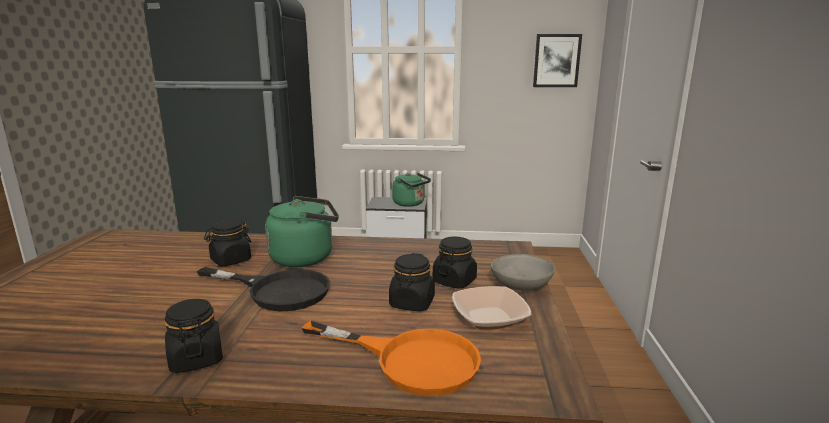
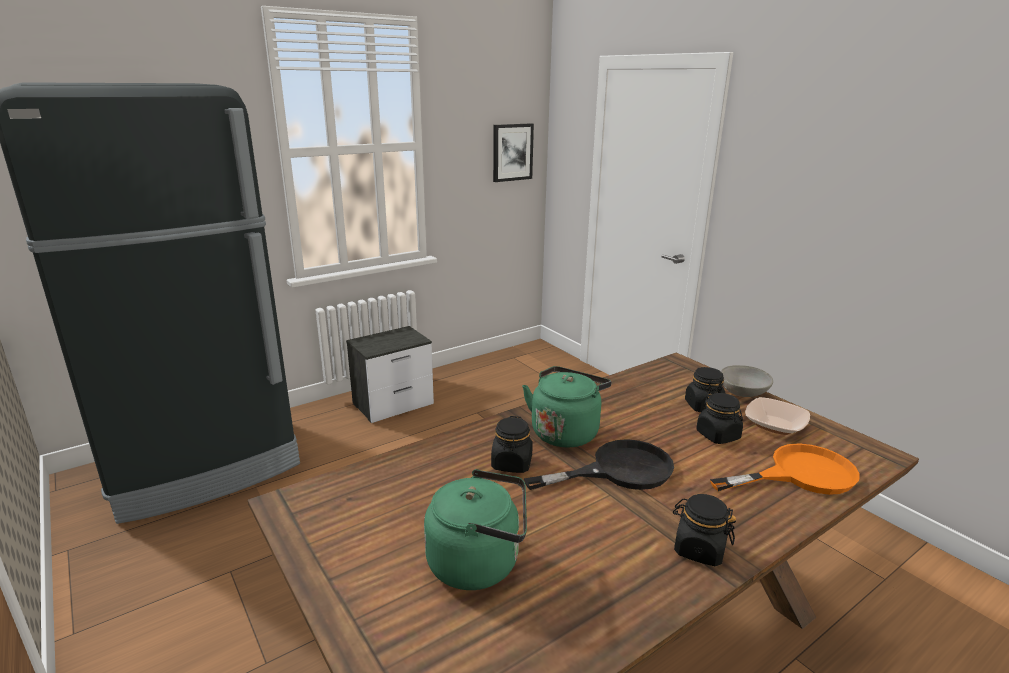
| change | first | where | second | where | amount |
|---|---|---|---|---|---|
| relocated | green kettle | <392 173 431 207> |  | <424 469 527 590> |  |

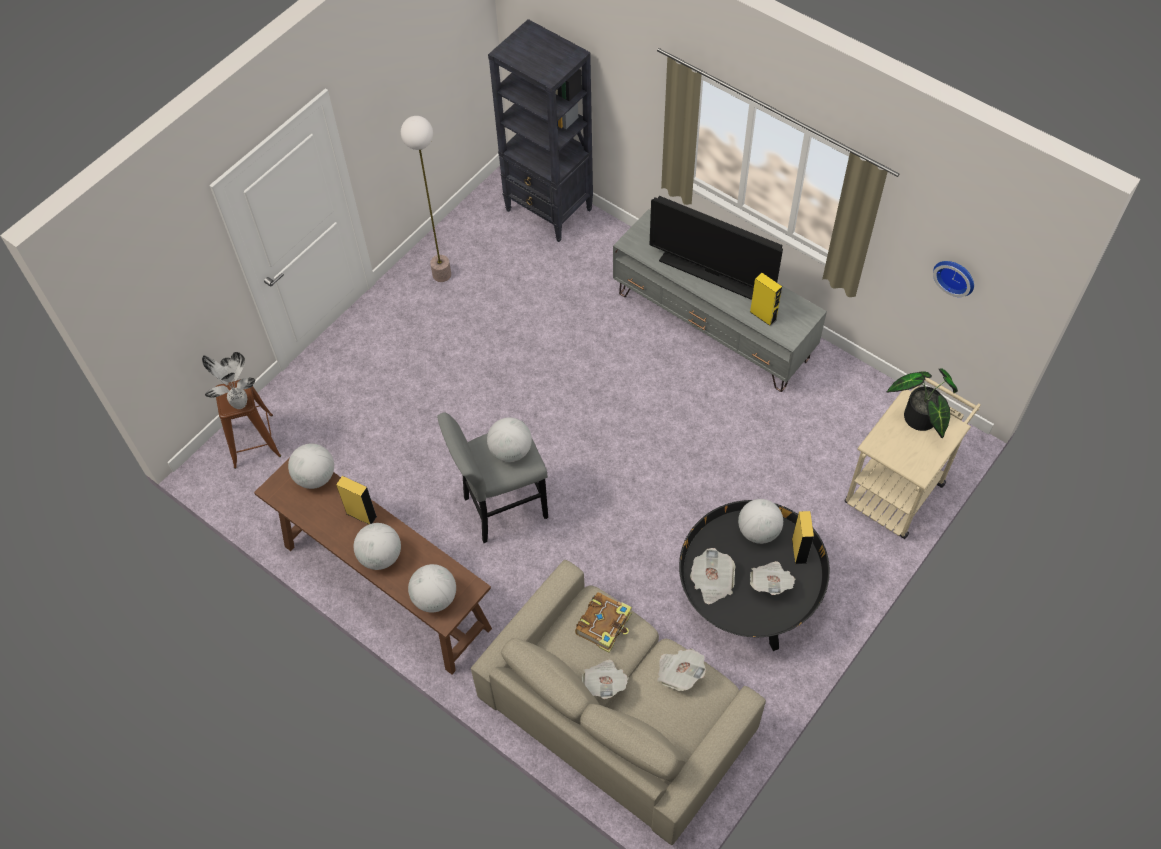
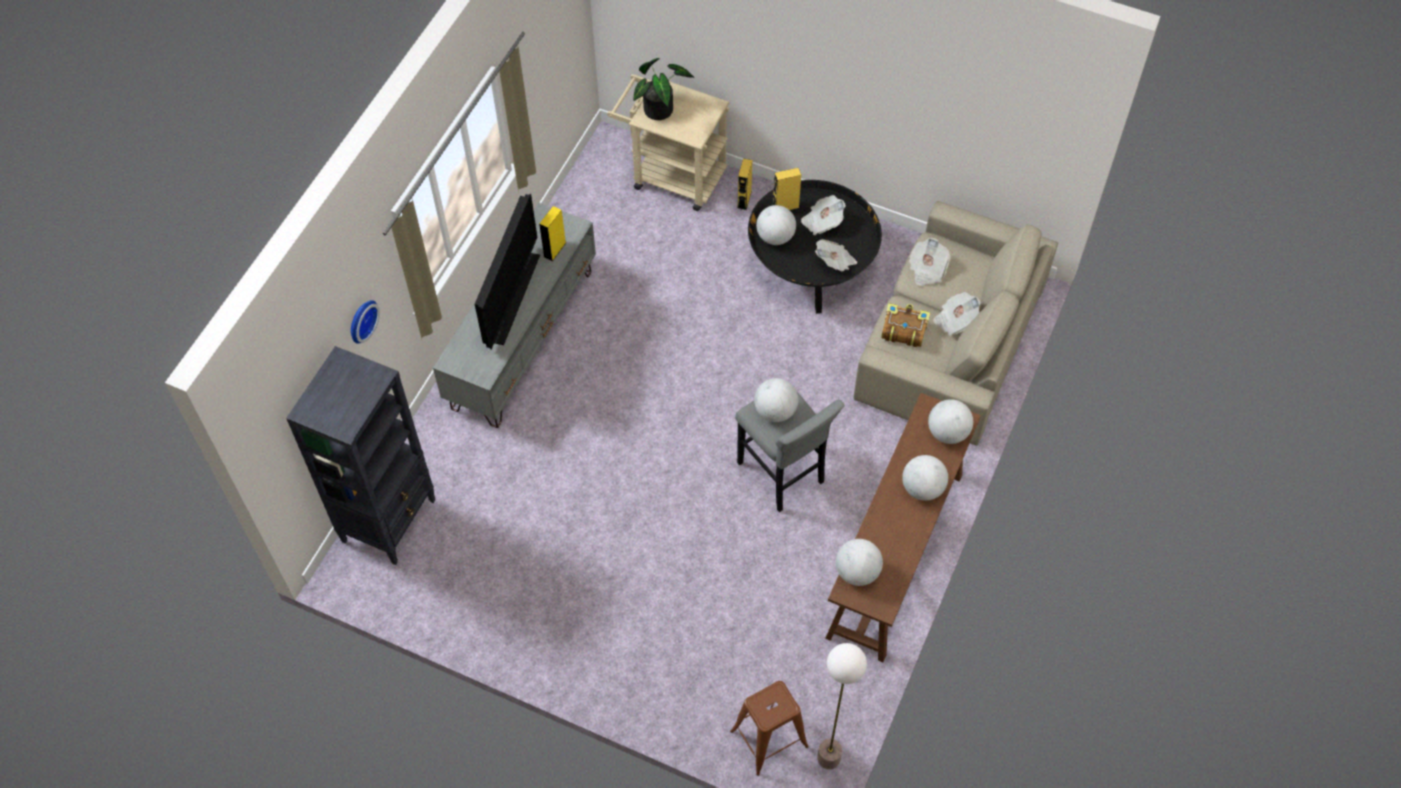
| change | first | where | second | where | amount |
|---|---|---|---|---|---|
| relocated | wall clock | <933 261 974 297> |  | <351 300 380 344> |  |
| relocated | yellow speaker | <336 476 377 524> |  | <737 158 752 210> |  |
| relocated | floor lamp | <401 116 451 282> |  | <817 643 867 769> |  |
| missing | potted plant | <202 352 255 409> |  |  |  |

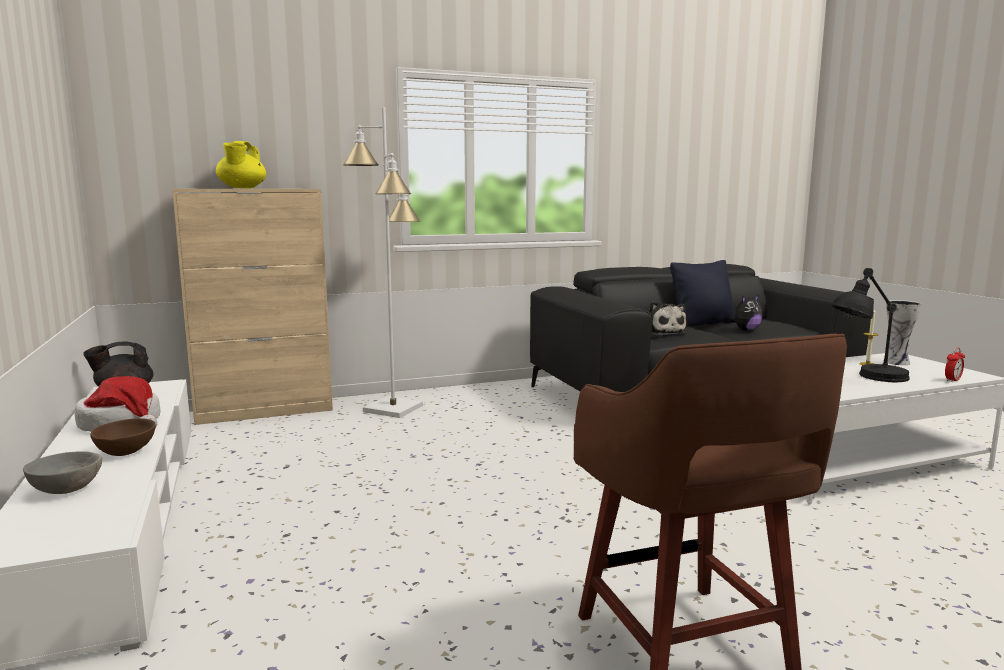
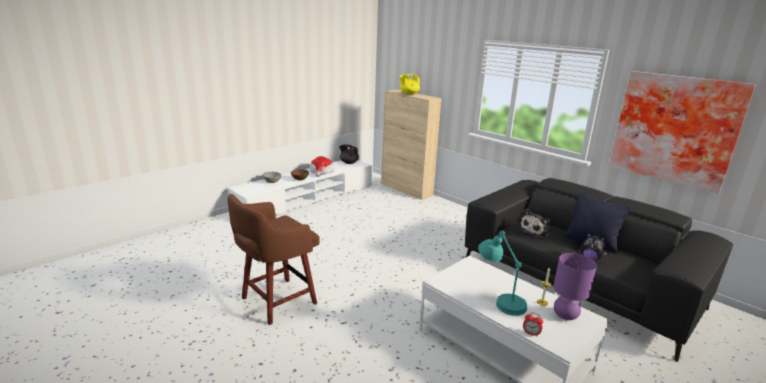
| change | first | where | second | where | amount |
|---|---|---|---|---|---|
| colour | black table lamp | <831 268 910 383> | turquoise table lamp | <478 230 527 316> |  |
| exchanged | vase | <883 300 921 365> | purple table lamp | <553 253 597 320> |  |
| appeared |  |  | picture | <609 71 756 194> |  |
| missing | white floor lamp | <343 107 423 418> |  |  |  |

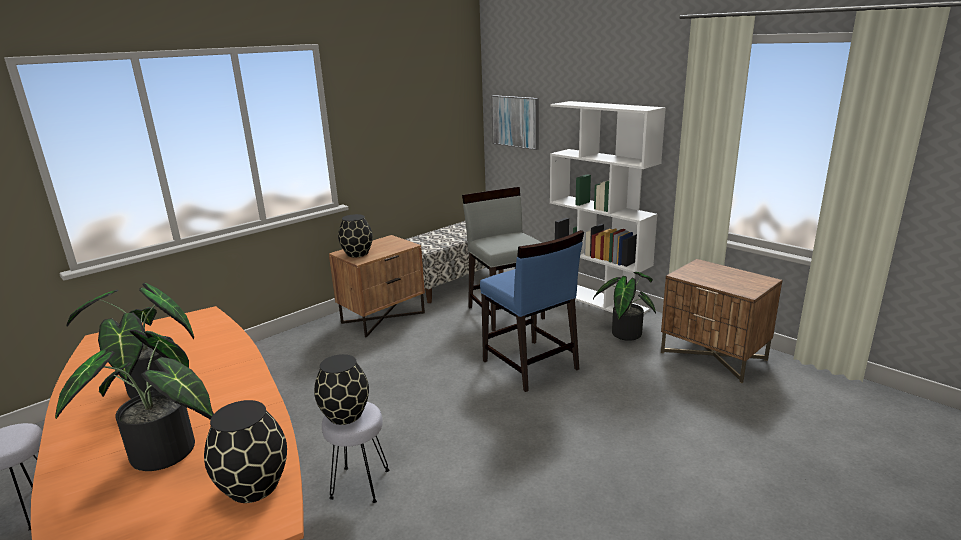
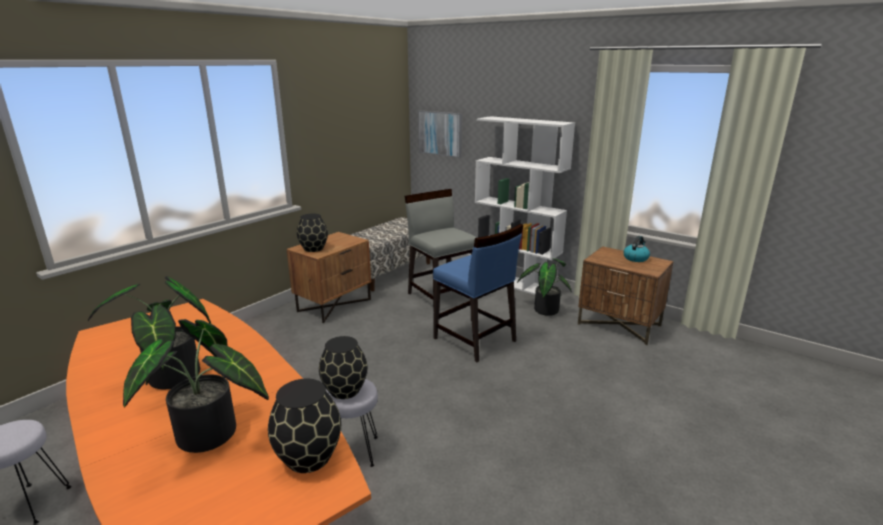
| change | first | where | second | where | amount |
|---|---|---|---|---|---|
| appeared |  |  | kettle | <624 236 650 262> |  |

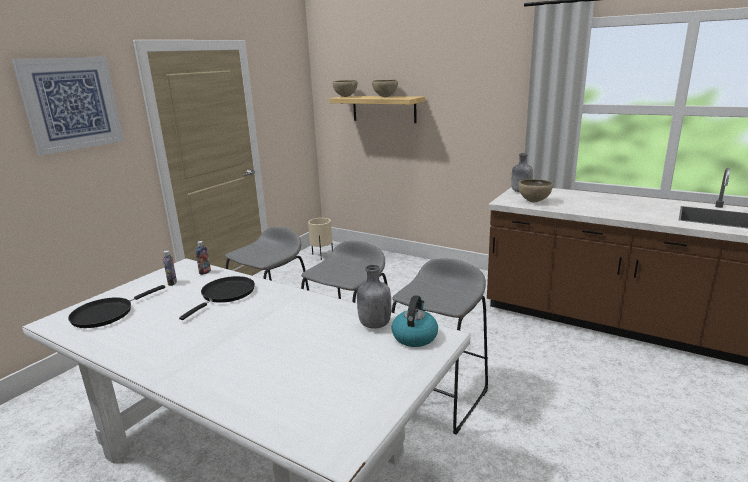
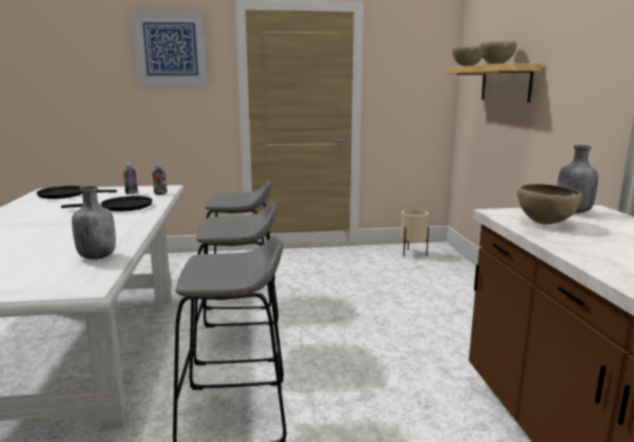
| change | first | where | second | where | amount |
|---|---|---|---|---|---|
| missing | kettle | <391 295 438 347> |  |  |  |

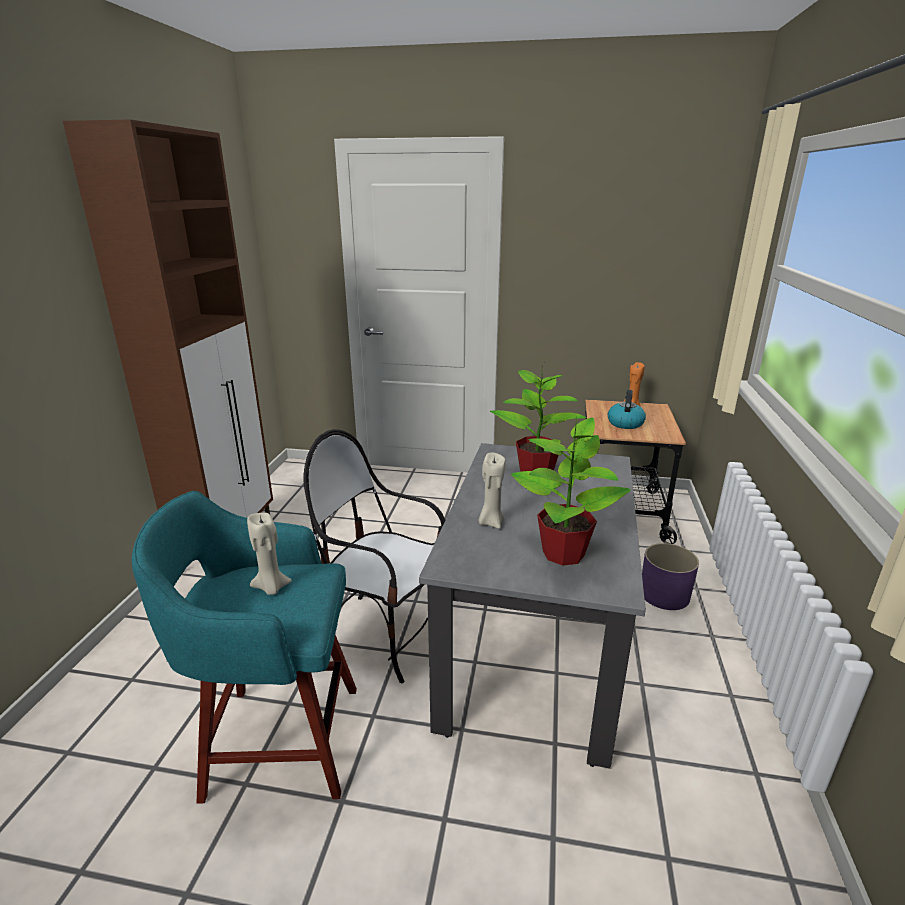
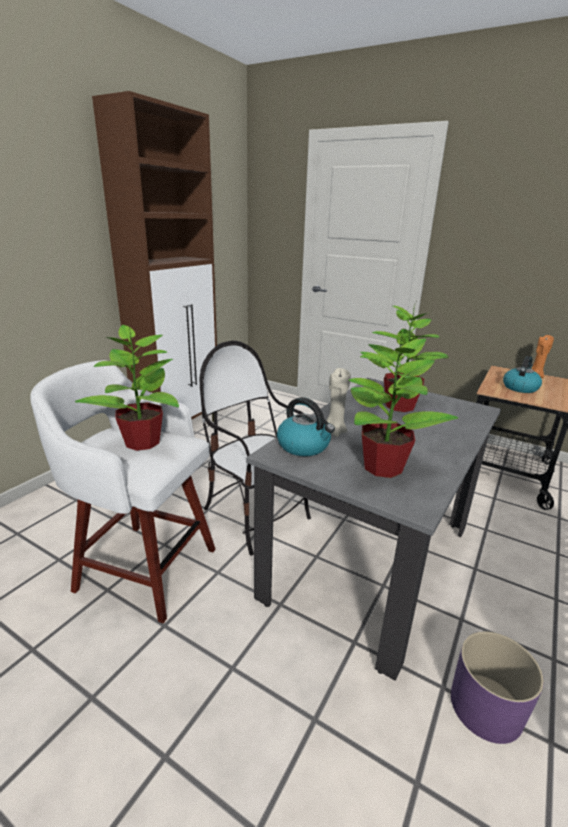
| change | first | where | second | where | amount |
|---|---|---|---|---|---|
| colour | turquoise stool | <132 491 357 804> | white stool | <30 360 215 623> |  |
| exchanged | beige candle | <247 513 292 595> | potted plant | <75 324 179 451> |  |
| appeared |  |  | kettle | <277 397 335 456> |  |
| relocated | purple planter | <642 543 699 610> |  | <451 631 544 744> |  |

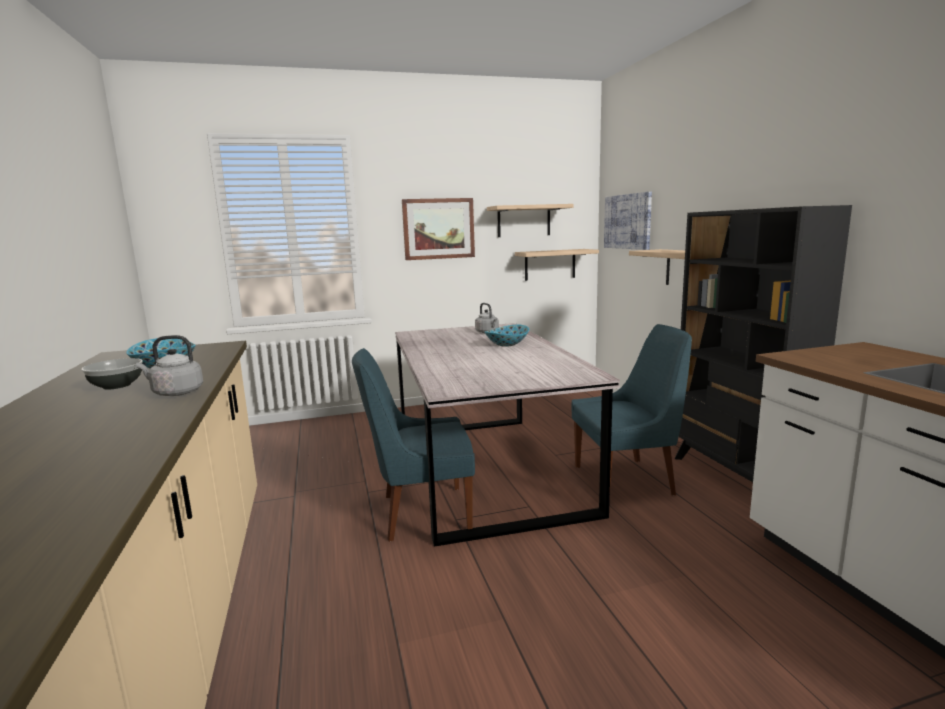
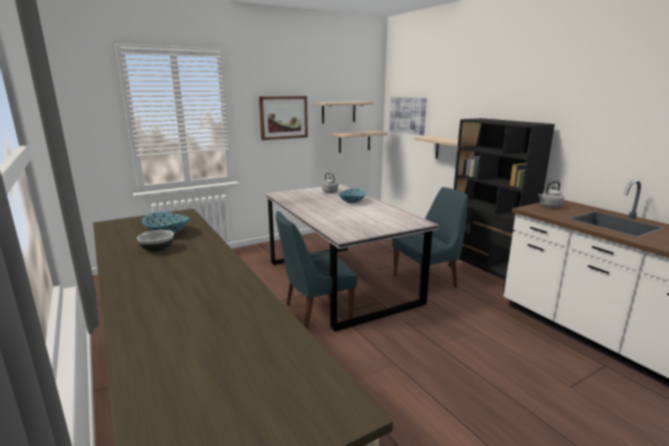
| change | first | where | second | where | amount |
|---|---|---|---|---|---|
| relocated | grey kettle | <136 335 203 396> |  | <538 181 564 208> |  |

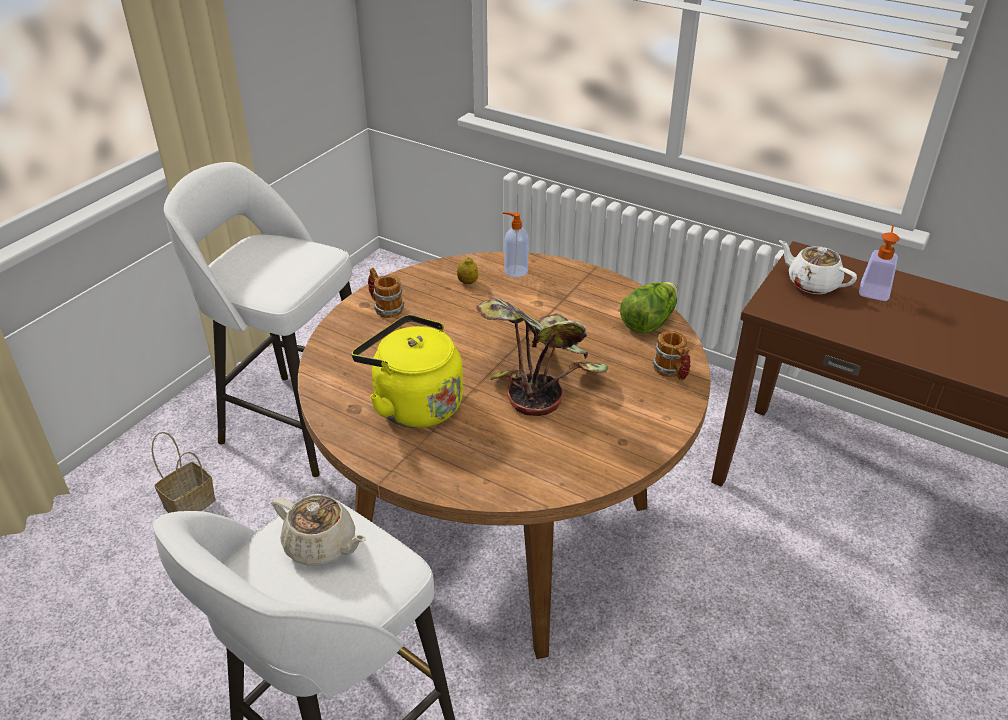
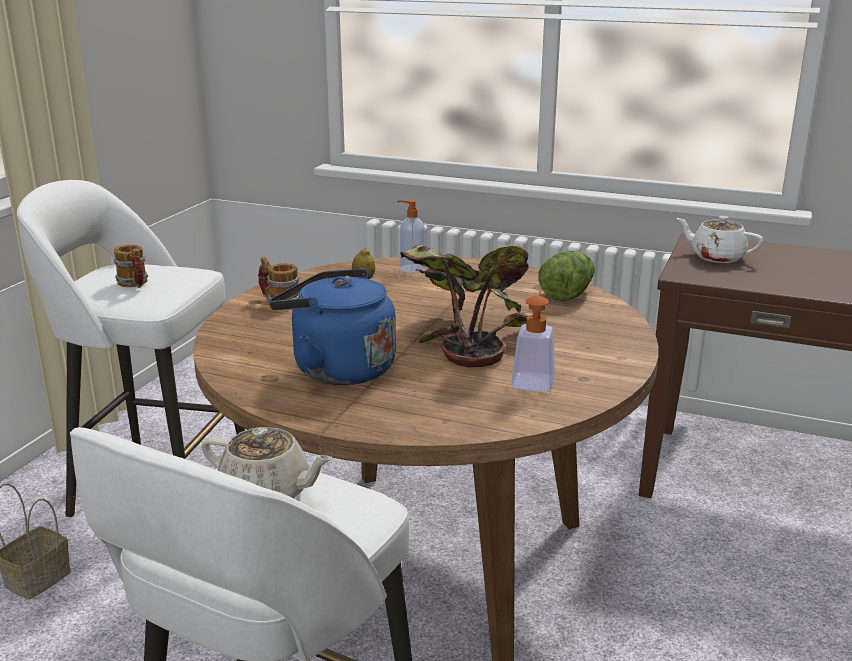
| change | first | where | second | where | amount |
|---|---|---|---|---|---|
| relocated | mug | <652 331 691 381> |  | <114 244 148 288> |  |
| colour | yellow kettle | <352 315 463 428> | blue kettle | <269 269 396 385> |  |
| relocated | soap dispenser | <859 225 900 301> |  | <511 289 555 392> |  |

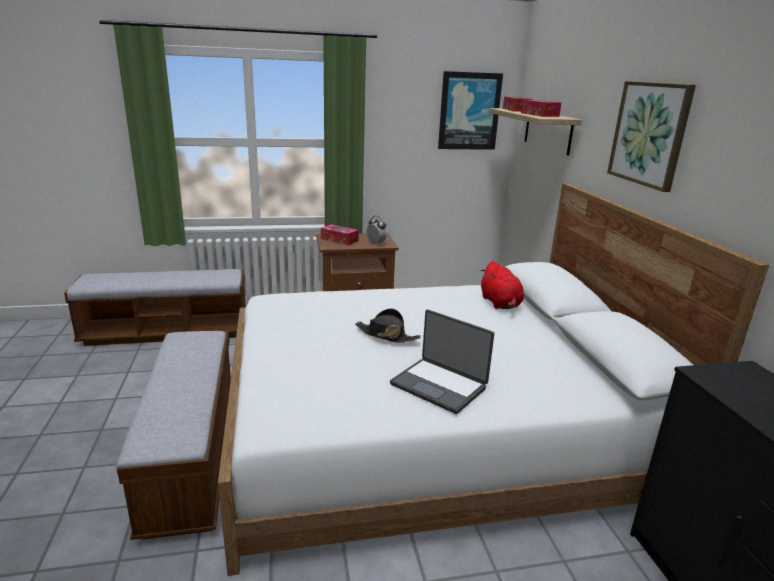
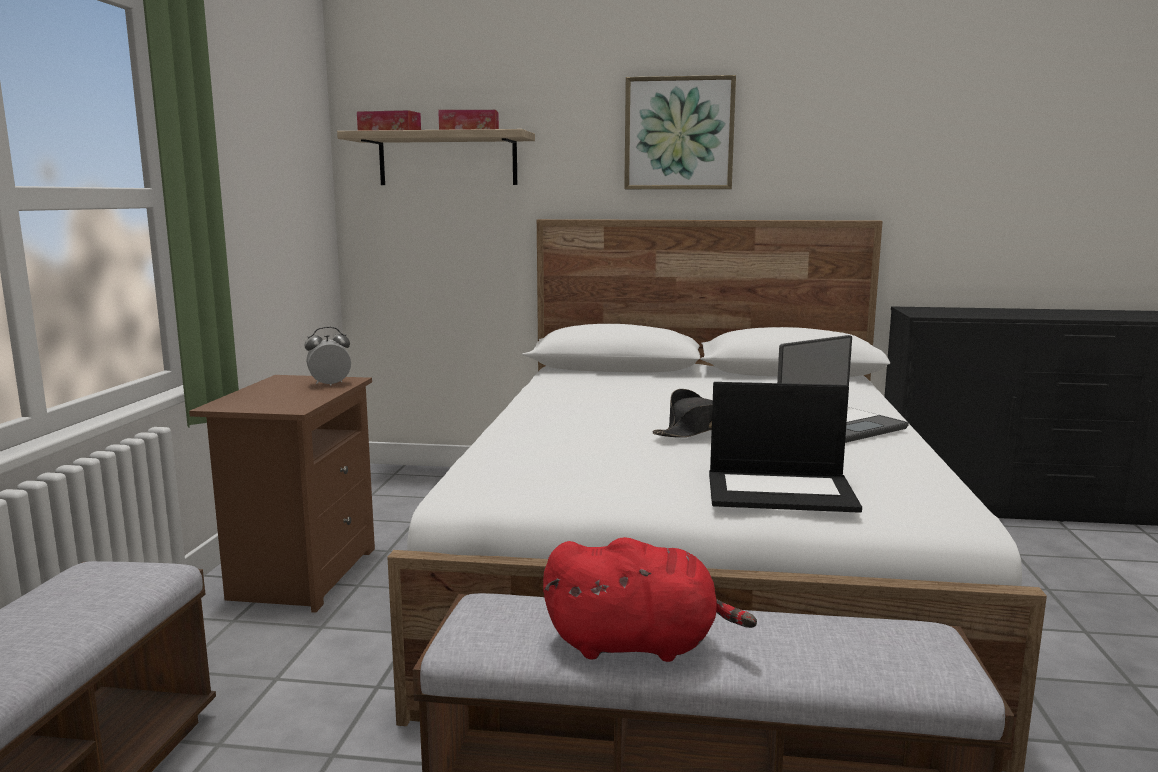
| change | first | where | second | where | amount |
|---|---|---|---|---|---|
| relocated | red plush toy | <480 261 524 309> |  | <543 537 757 662> |  |
| appeared |  |  | laptop | <709 382 862 513> |  |
| missing | tissue box | <321 224 359 245> |  |  |  |
| missing | picture | <438 71 503 150> |  |  |  |

